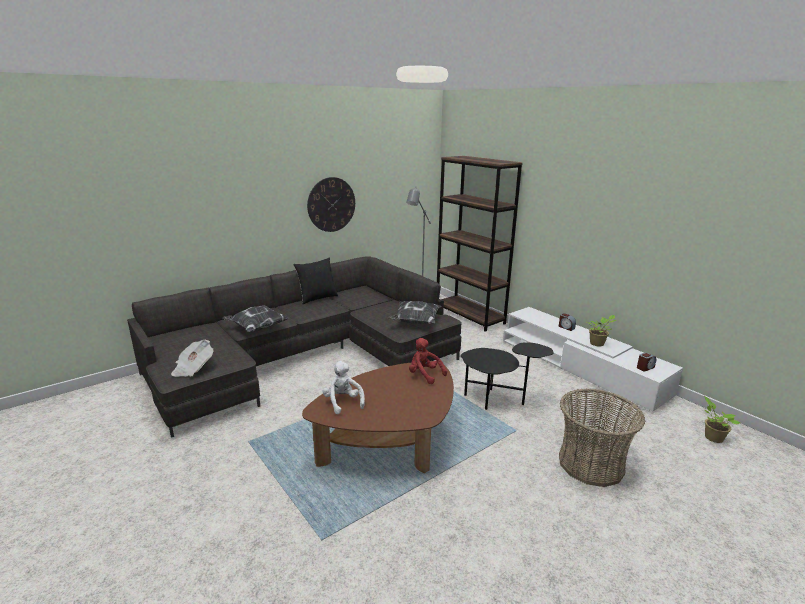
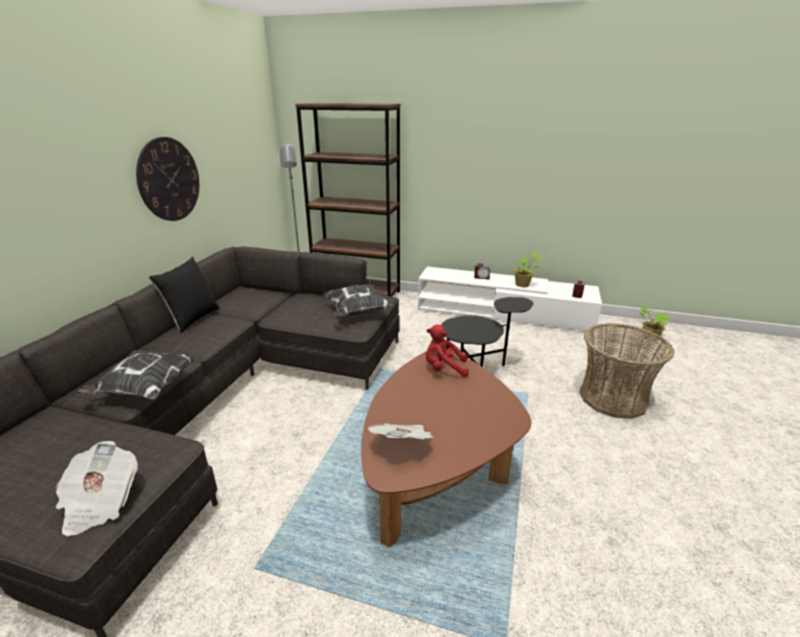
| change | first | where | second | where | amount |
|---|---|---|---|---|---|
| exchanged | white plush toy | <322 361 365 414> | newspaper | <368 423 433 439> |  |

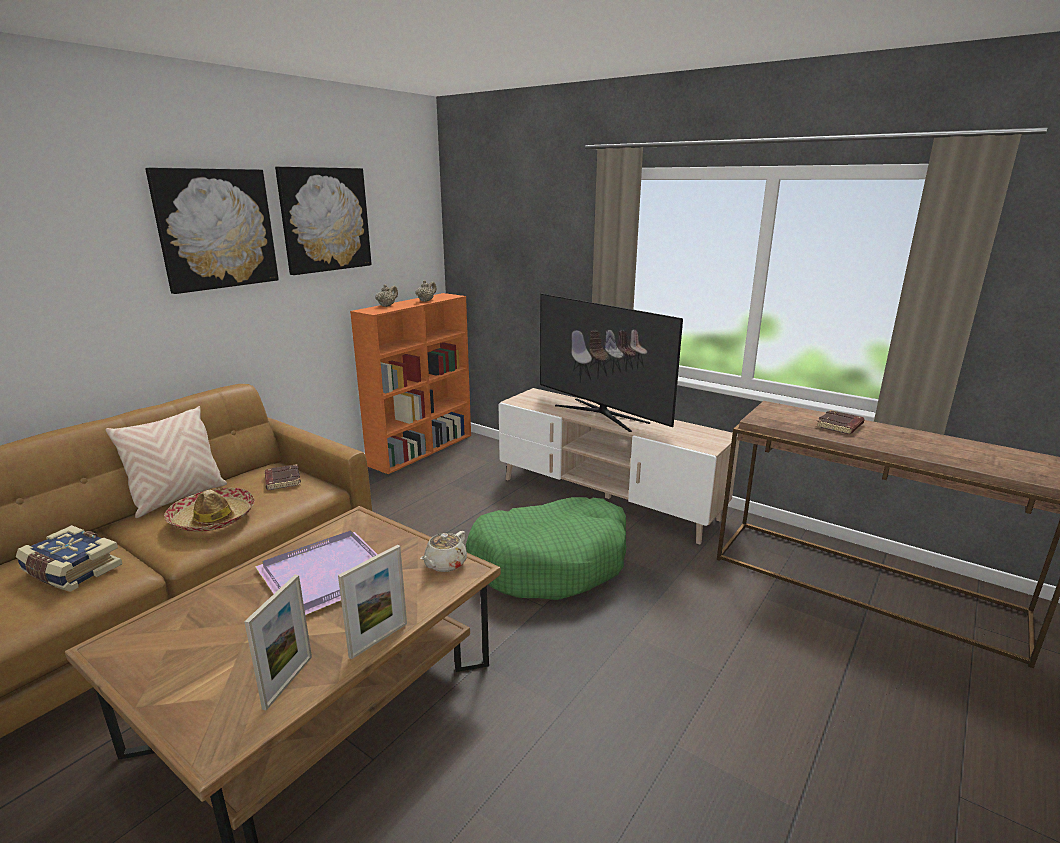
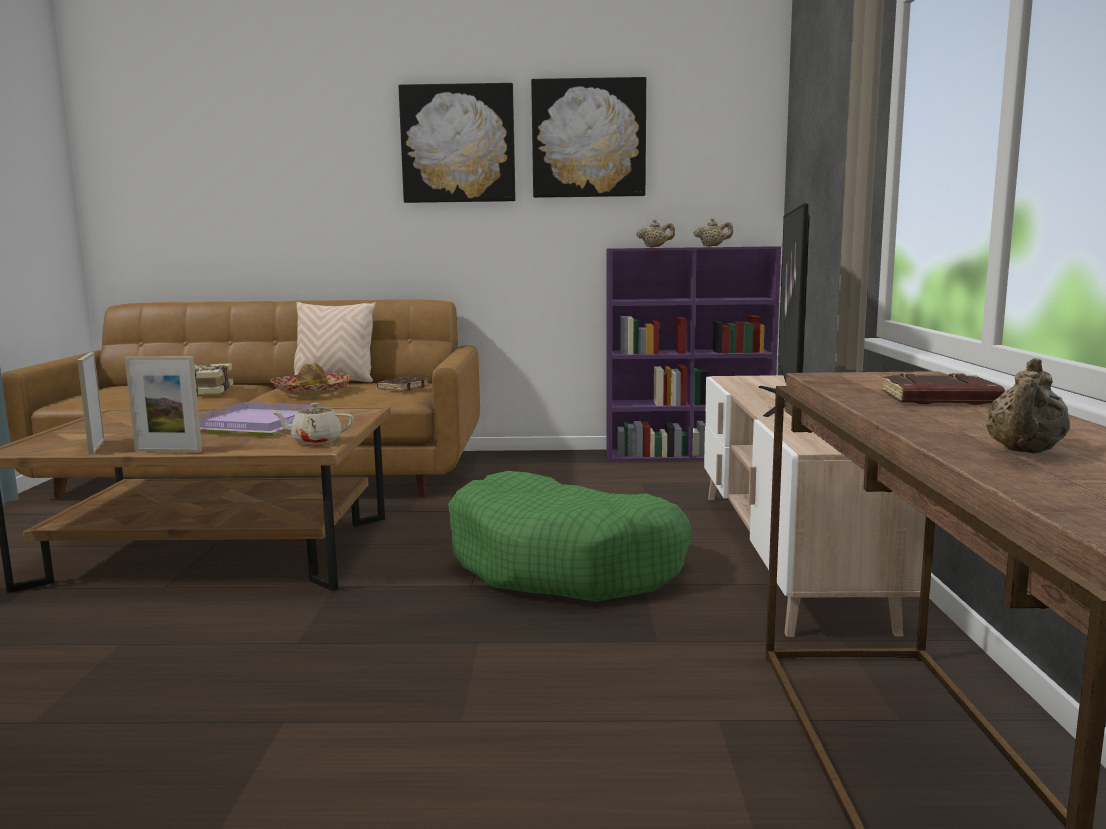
| change | first | where | second | where | amount |
|---|---|---|---|---|---|
| spun | picture frame | <244 575 312 710> |  | <77 352 105 455> | 90 degrees clockwise |
| colour | orange bookcase | <350 293 471 474> | purple bookcase | <606 246 781 461> |  |
| appeared |  |  | beige teapot | <986 358 1070 453> |  |

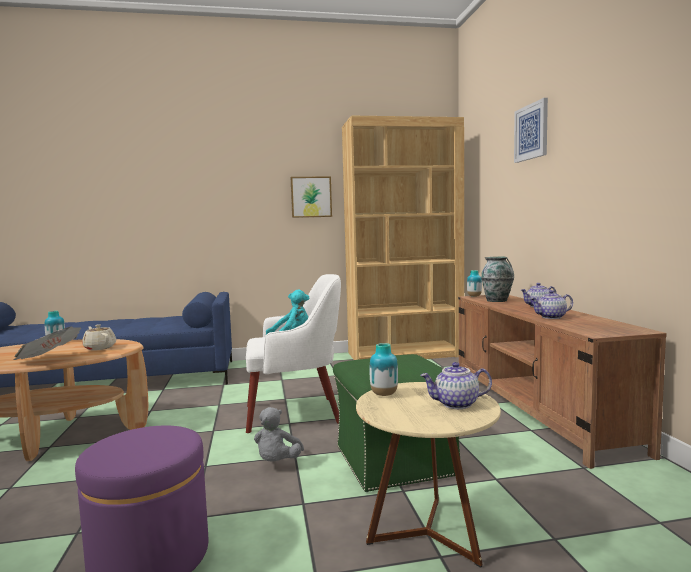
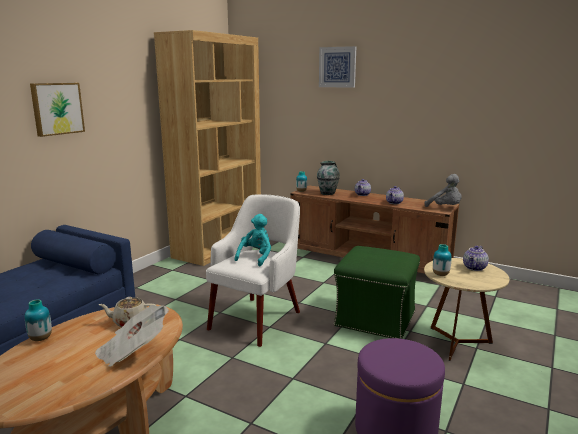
| change | first | where | second | where | amount |
|---|---|---|---|---|---|
| relocated | picture | <291 176 332 218> |  | <30 83 85 137> |  |
| relocated | grey plush toy | <254 407 304 461> |  | <425 174 462 207> |  |

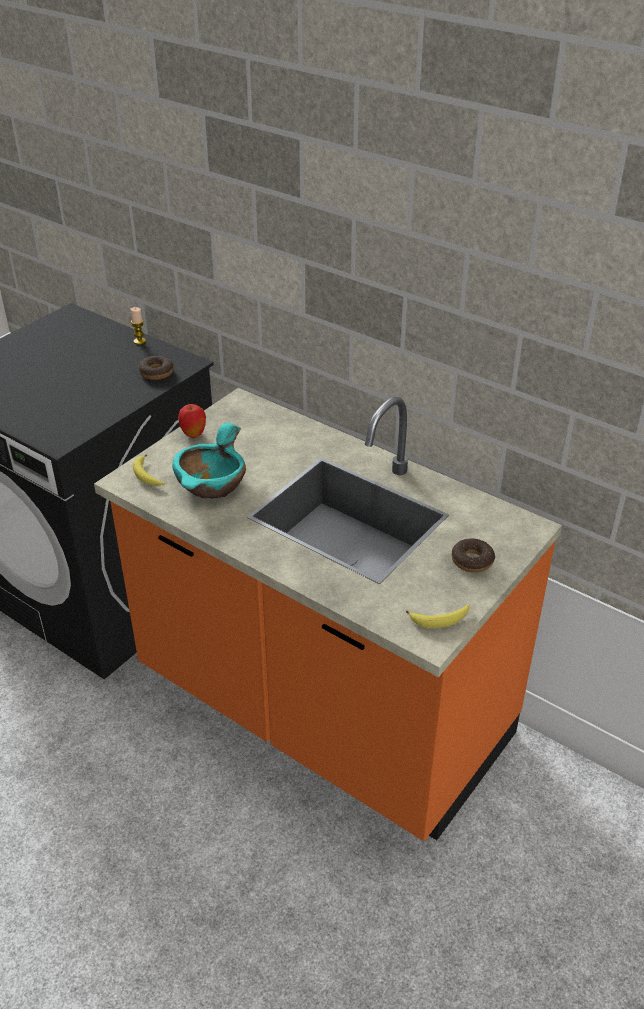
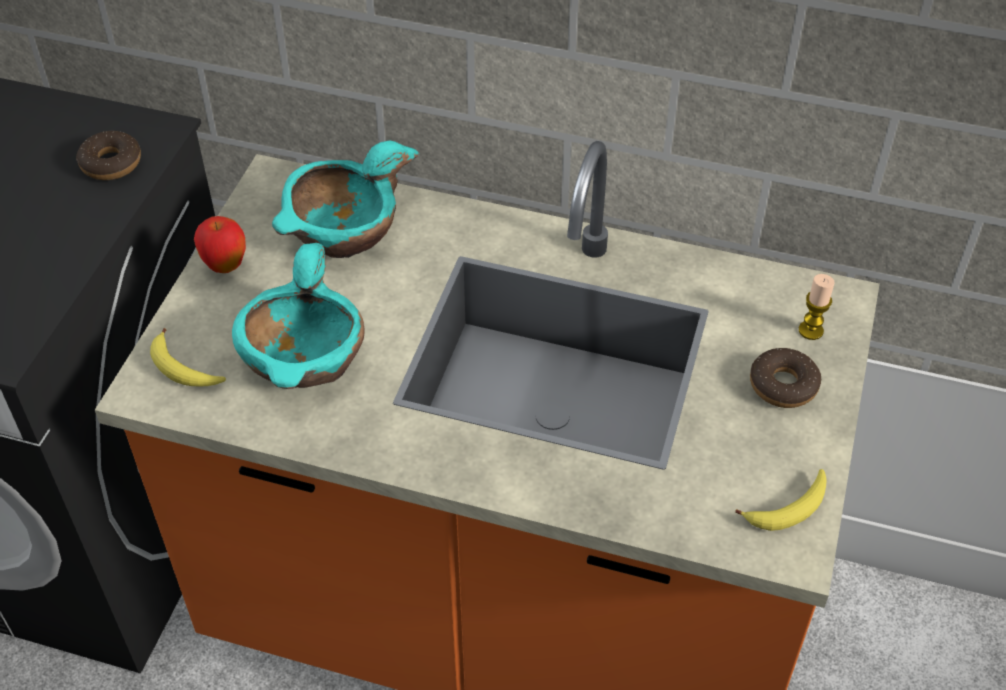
| change | first | where | second | where | amount |
|---|---|---|---|---|---|
| appeared |  |  | turquoise bowl | <272 141 419 258> |  |
| relocated | candle | <130 307 146 344> |  | <799 274 835 340> |  |

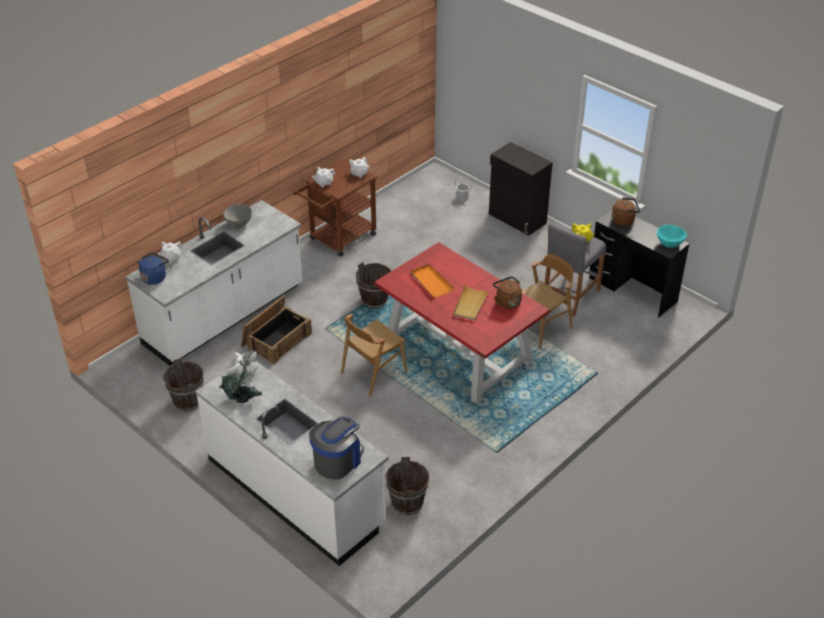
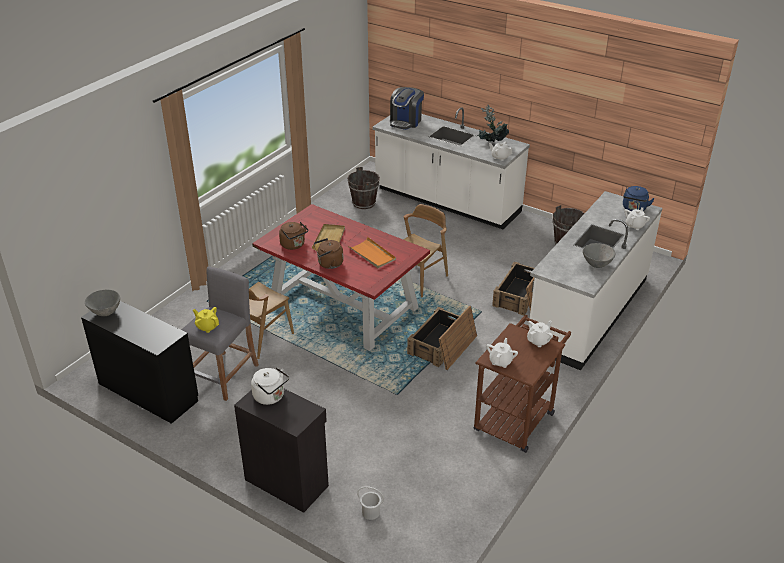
| change | first | where | second | where | amount |
|---|---|---|---|---|---|
| colour | turquoise bowl | <657 225 687 248> | grey bowl | <85 290 120 316> |  |
| appeared |  |  | white kettle | <251 367 289 405> |  |
| relocated | brown kettle | <612 197 640 226> |  | <314 238 343 269> |  |
| exchanged | brown bucket | <356 262 391 308> | crate | <407 306 477 370> |  |

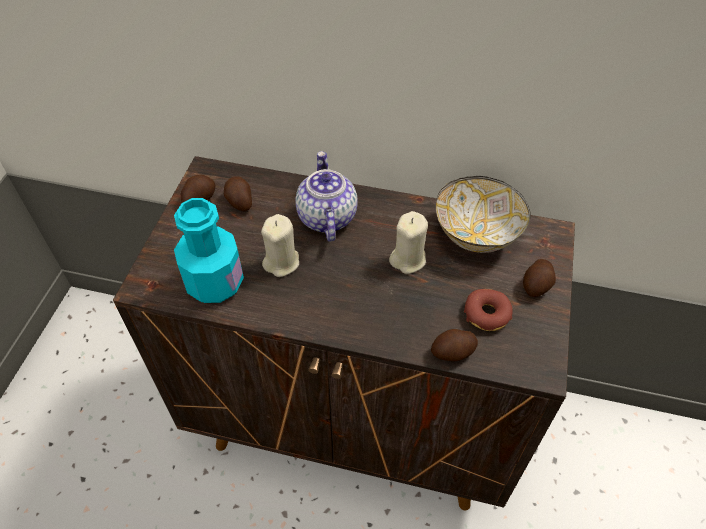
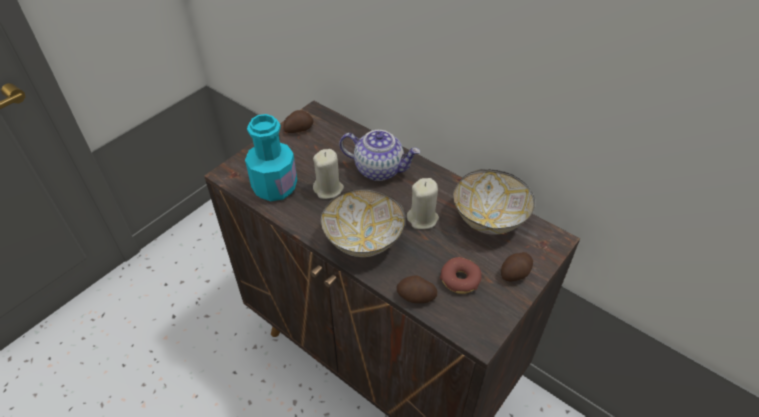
| change | first | where | second | where | amount |
|---|---|---|---|---|---|
| appeared |  |  | bowl | <321 190 405 257> |  |
| spun | teapot | <295 151 358 242> |  | <339 130 420 181> | 90 degrees clockwise |
| missing | potato | <224 176 252 211> |  |  |  |

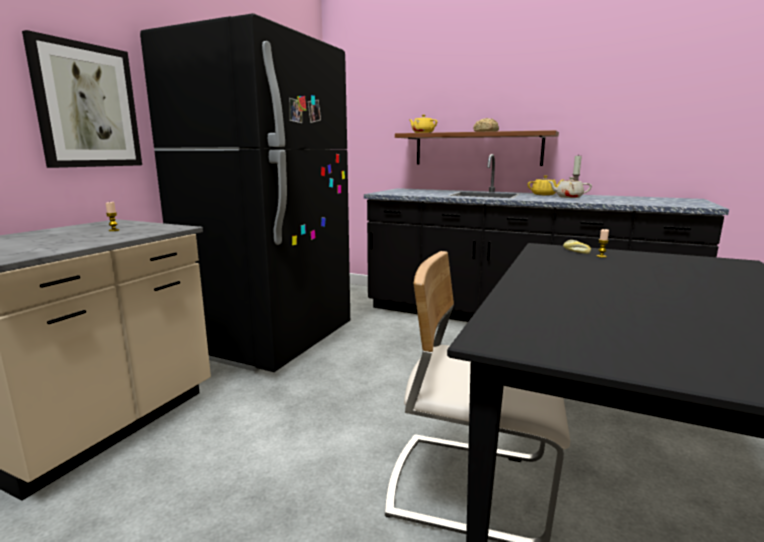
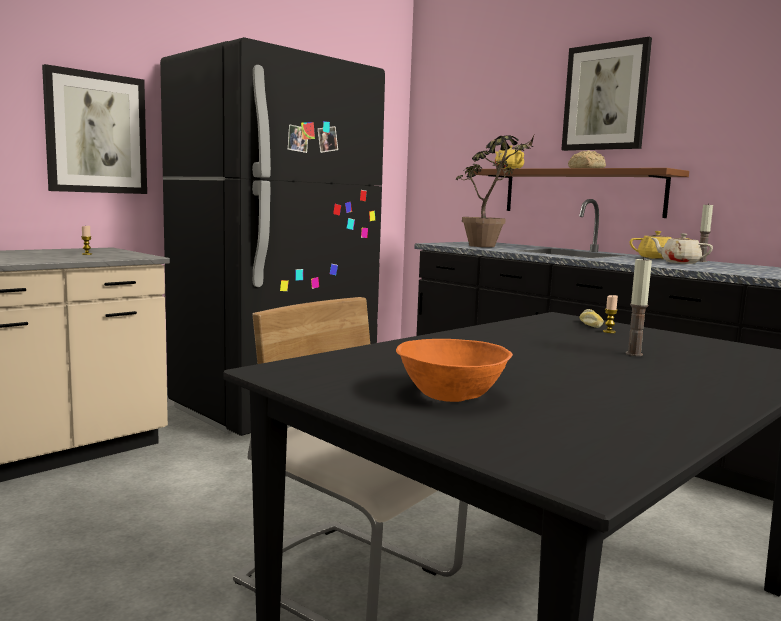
| change | first | where | second | where | amount |
|---|---|---|---|---|---|
| appeared |  |  | orange bowl | <396 339 513 402> |  |
| appeared |  |  | potted plant | <456 136 534 247> |  |
| appeared |  |  | picture | <561 37 652 151> |  |
| appeared |  |  | candle | <626 257 652 356> |  |

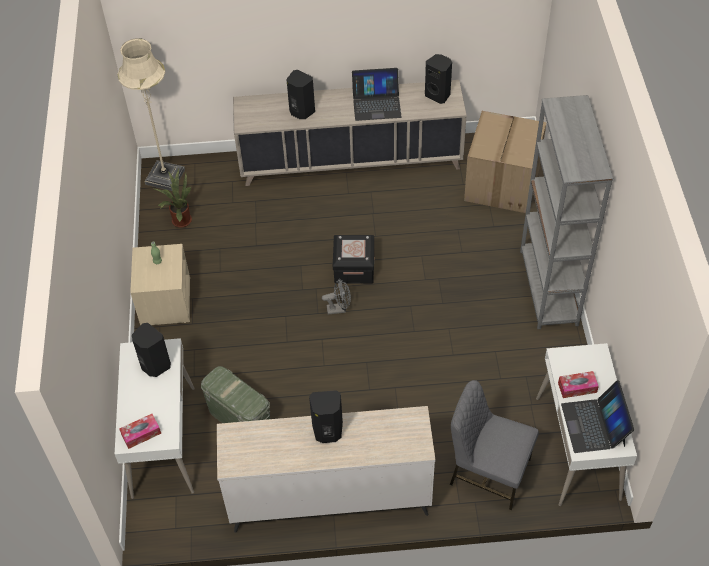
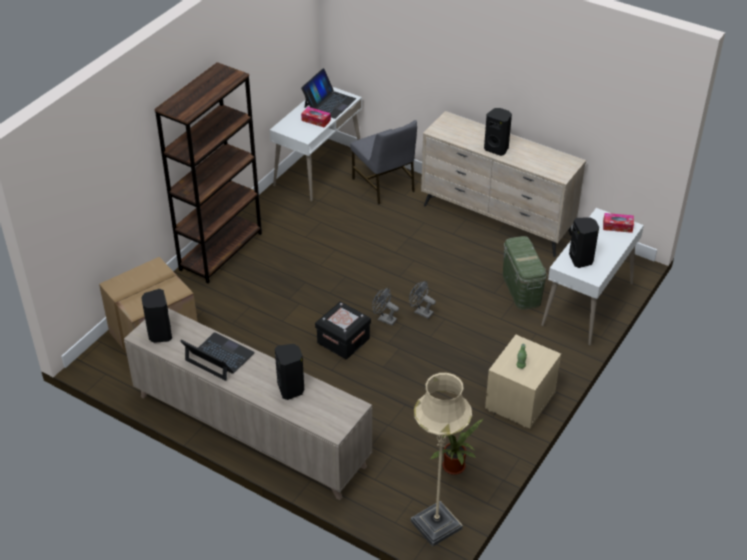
| change | first | where | second | where | amount |
|---|---|---|---|---|---|
| colour | grey bookcase | <520 95 613 329> | brown bookcase | <154 62 262 284> |  |
| appeared |  |  | grey fan | <409 281 436 319> |  |

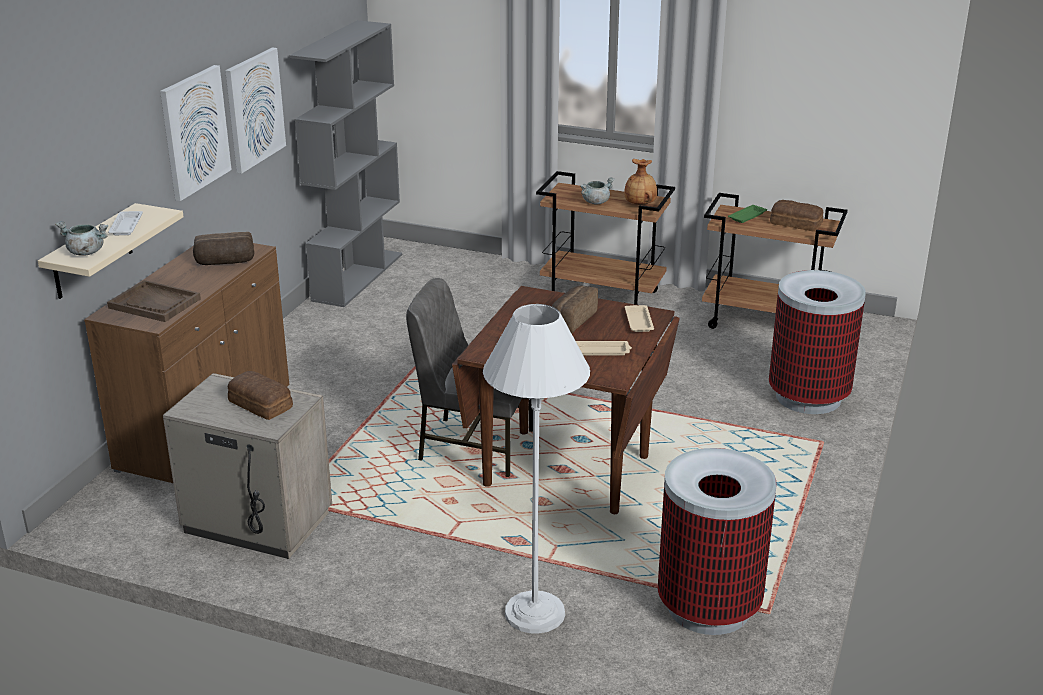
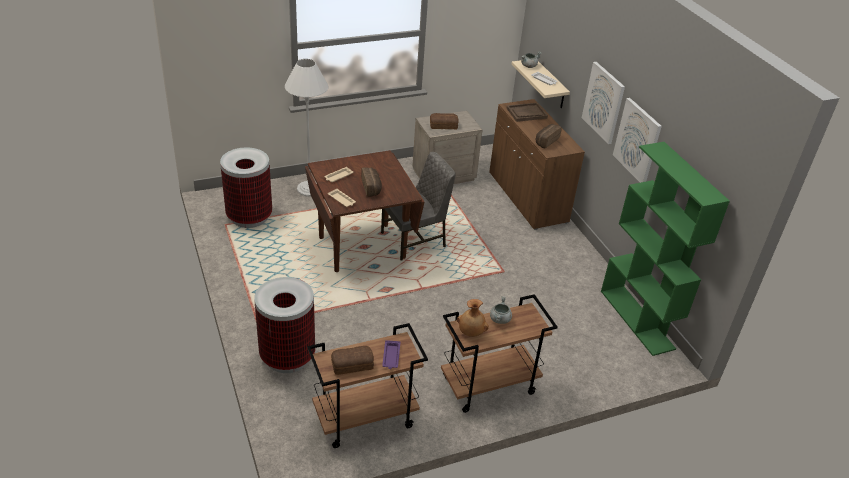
| change | first | where | second | where | amount |
|---|---|---|---|---|---|
| colour | green tray | <728 205 767 223> | purple tray | <382 340 400 369> |  |
| colour | grey bookcase | <289 20 402 307> | green bookcase | <601 142 730 356> |  |

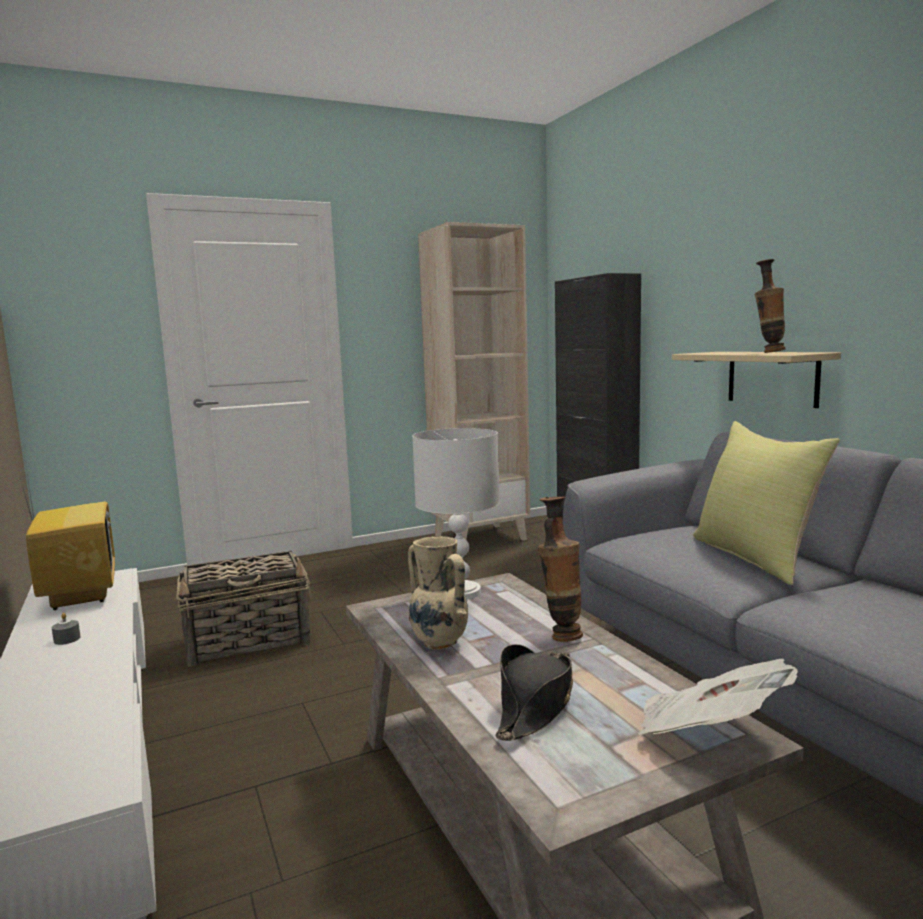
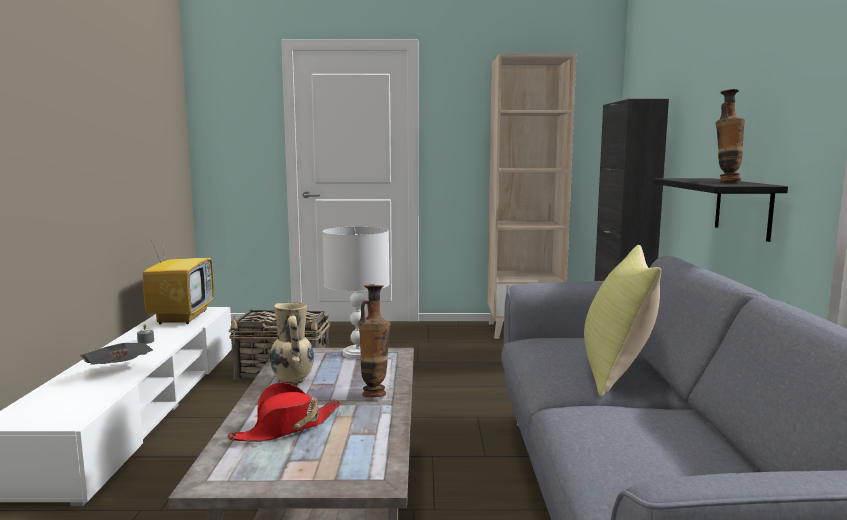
| change | first | where | second | where | amount |
|---|---|---|---|---|---|
| relocated | newspaper | <639 659 798 735> |  | <80 343 153 365> |  |
| colour | black hat | <495 644 573 741> | red hat | <228 383 341 442> |  |
| colour | beige shelf | <672 352 841 408> | black shelf | <653 178 788 242> |  |

